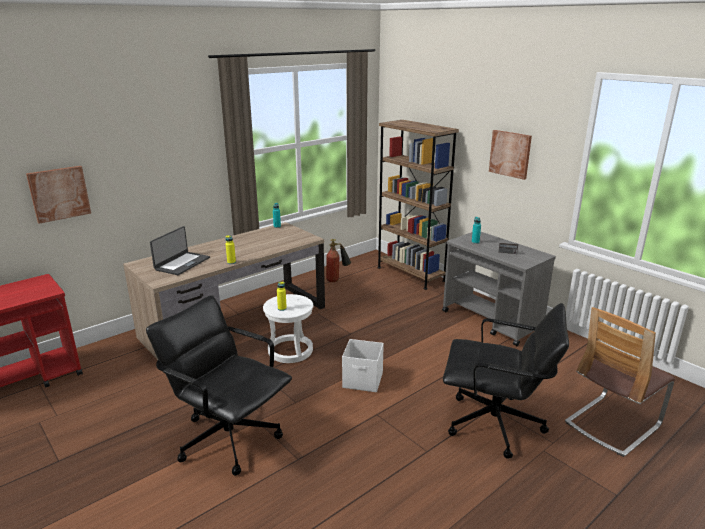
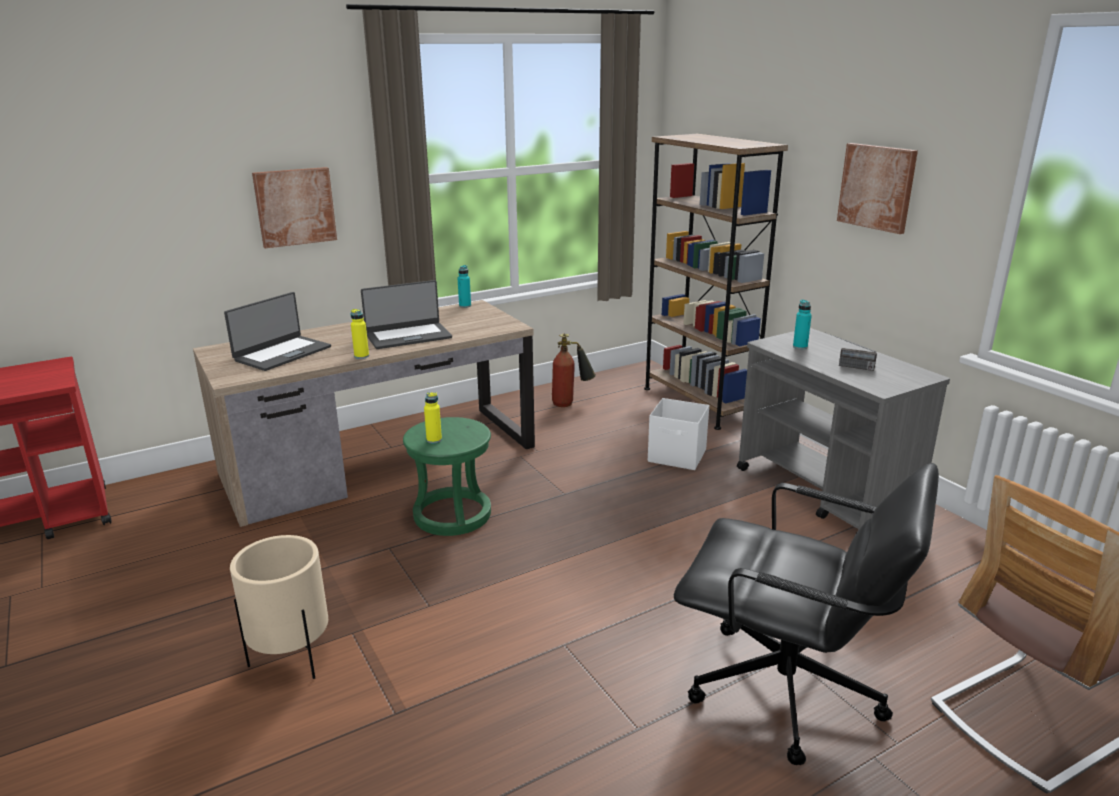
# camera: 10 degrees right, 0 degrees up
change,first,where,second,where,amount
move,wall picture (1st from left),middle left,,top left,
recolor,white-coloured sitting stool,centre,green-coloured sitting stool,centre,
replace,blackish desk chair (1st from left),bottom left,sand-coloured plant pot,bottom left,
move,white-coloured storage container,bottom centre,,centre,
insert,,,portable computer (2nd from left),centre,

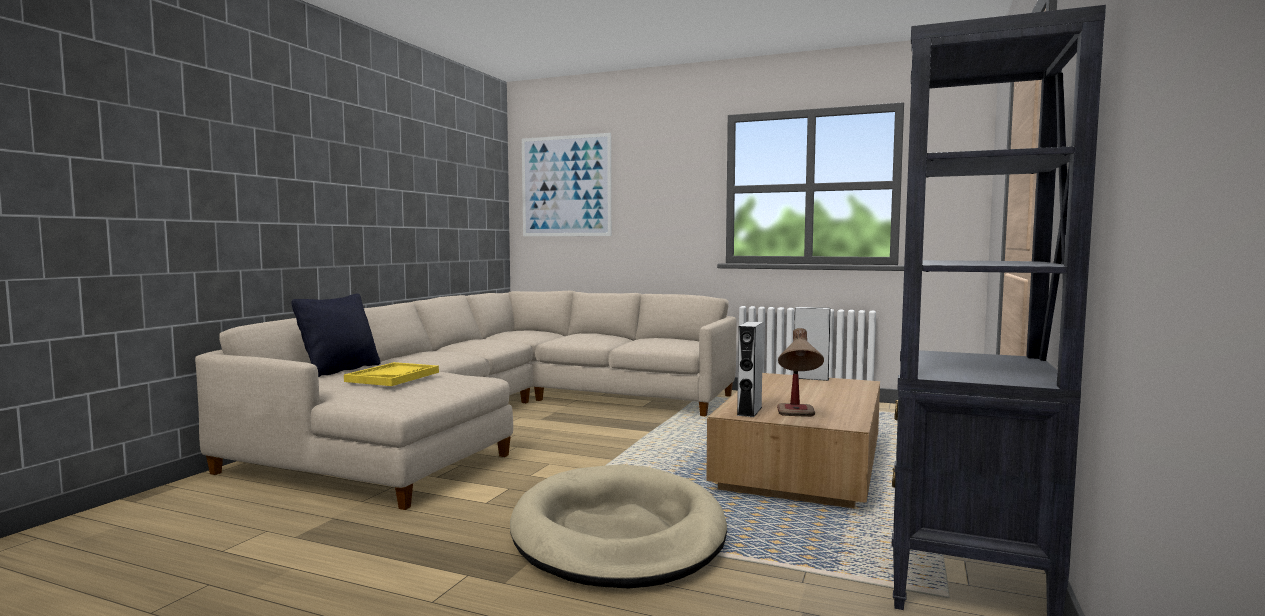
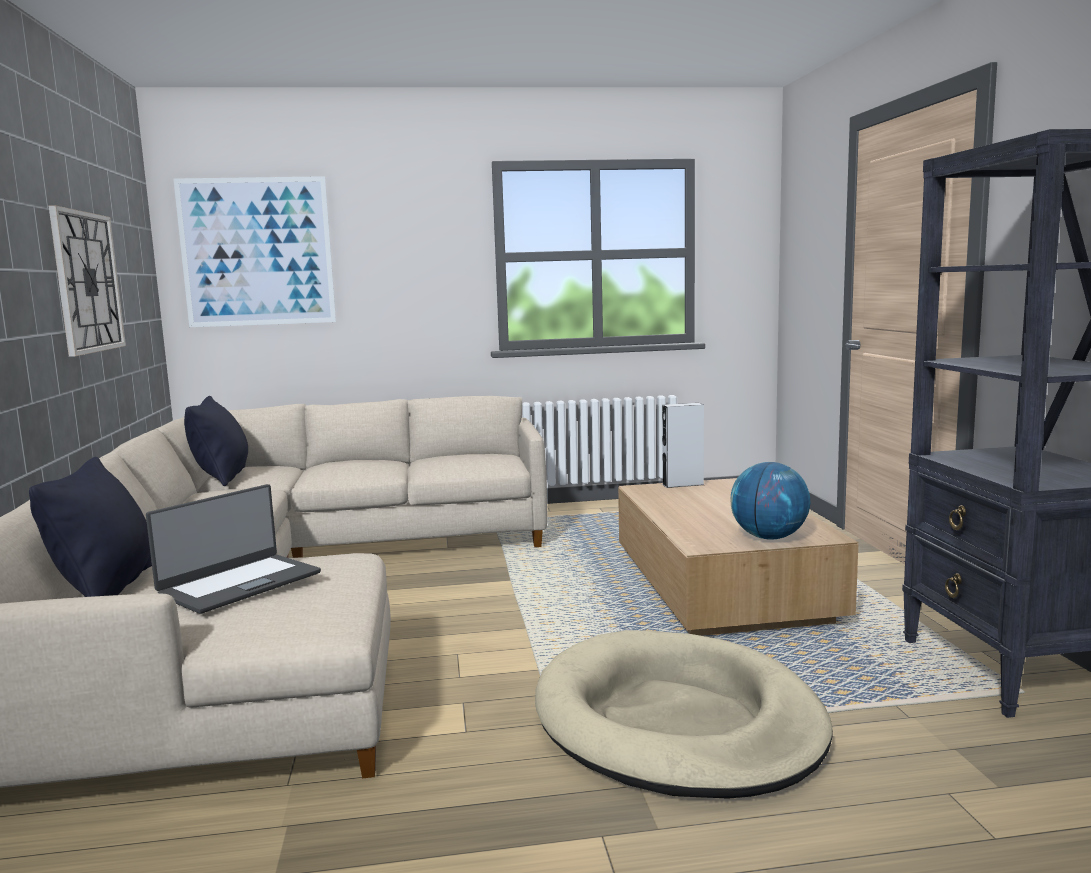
# camera: 30 degrees left, 5 degrees up
change,first,where,second,where,amount
delete,gray audio speaker (1st from left),centre,,,
replace,tabletop lamp,centre,desk globe,middle right,
replace,yellow carrying tray,middle left,portable computer,middle left,
insert,,,wall clock,top left,
insert,,,blackish pillow (2nd from left),middle left,

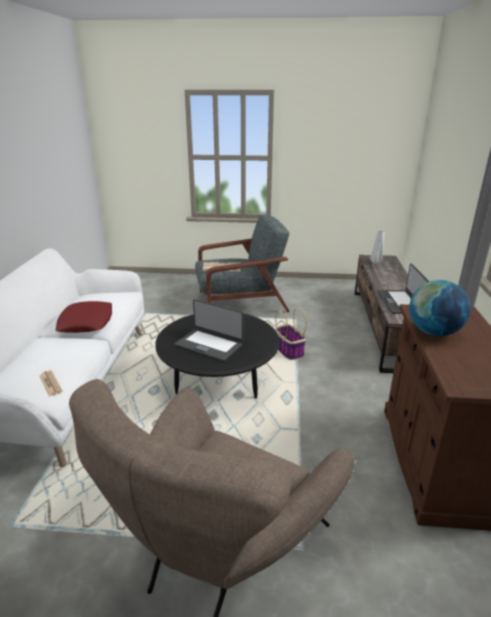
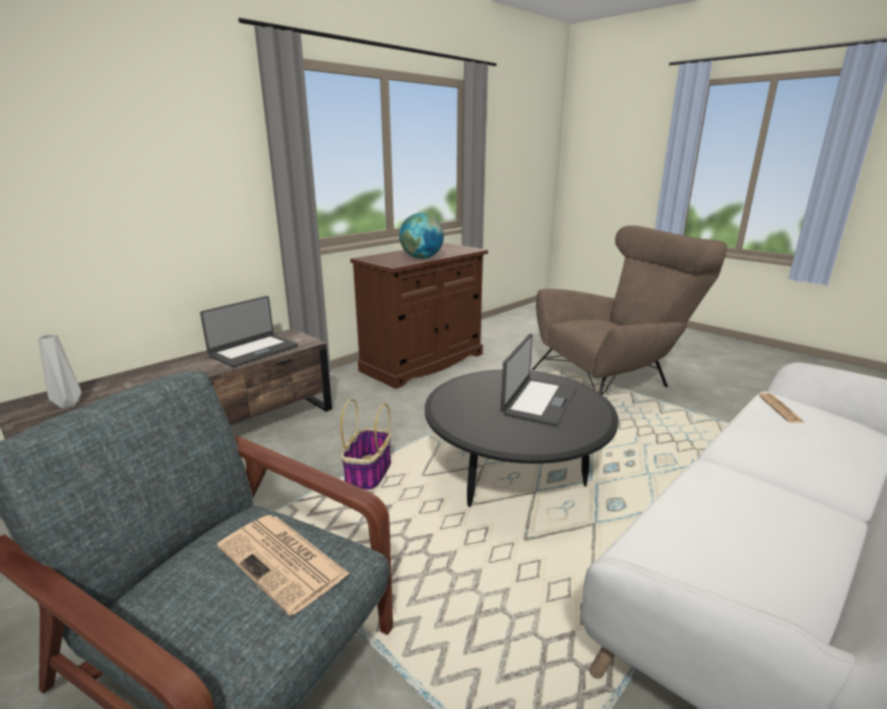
# camera: 140 degrees left, 5 degrees down
change,first,where,second,where,amount
rotate,portable computer (1st from left in the first image),centre,portable computer (2nd from left),centre,45 degrees clockwise
delete,red pillow,middle left,,,

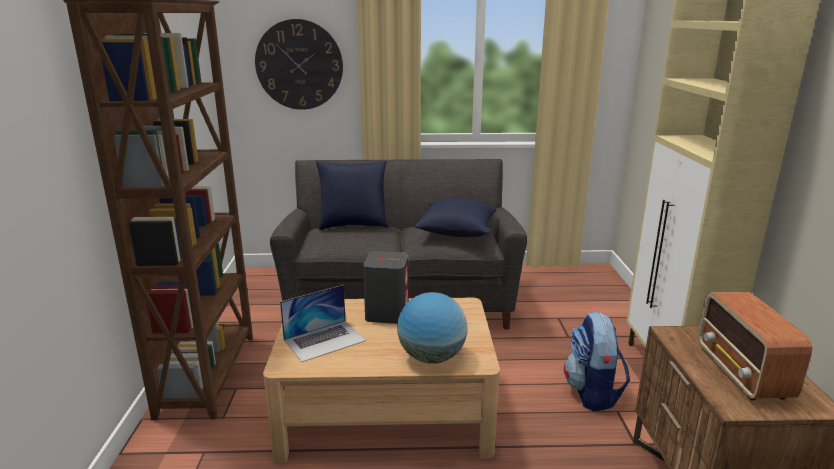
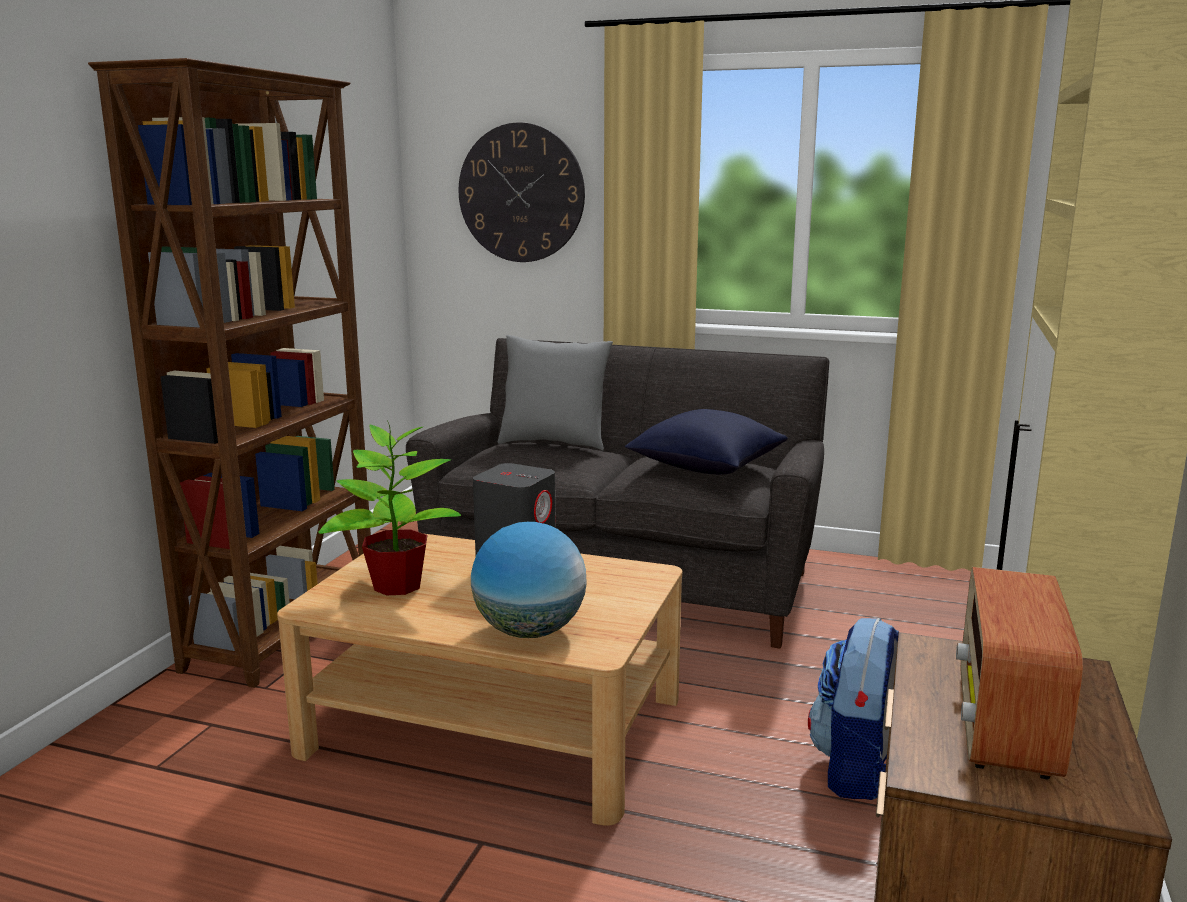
# camera: 20 degrees right, 5 degrees down
change,first,where,second,where,amount
recolor,blue-coloured pillow (1st from left),centre,gray pillow,centre,
replace,portable computer,bottom centre,plant in a pot,middle left,

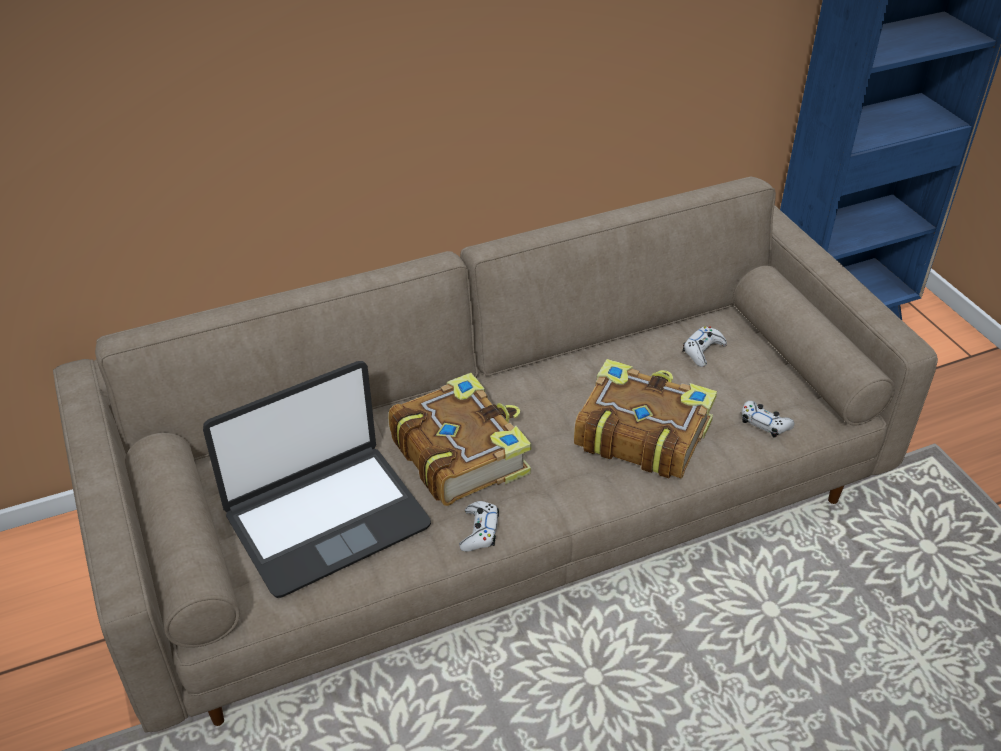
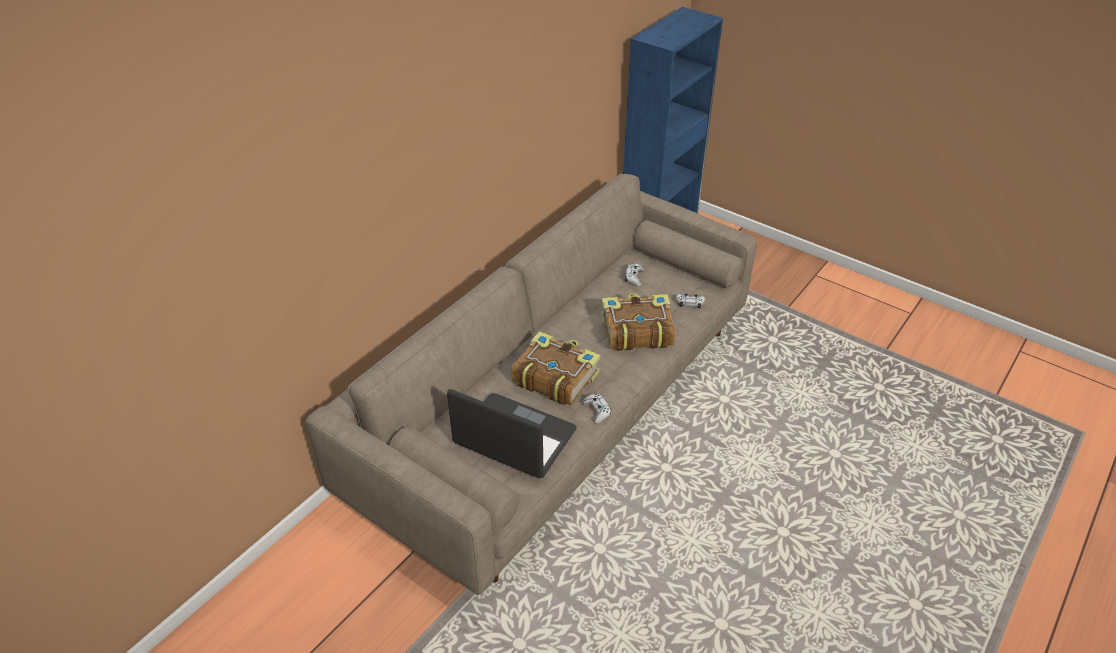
# camera: 30 degrees left, 0 degrees up
change,first,where,second,where,amount
rotate,portable computer,middle left,,centre,90 degrees counterclockwise

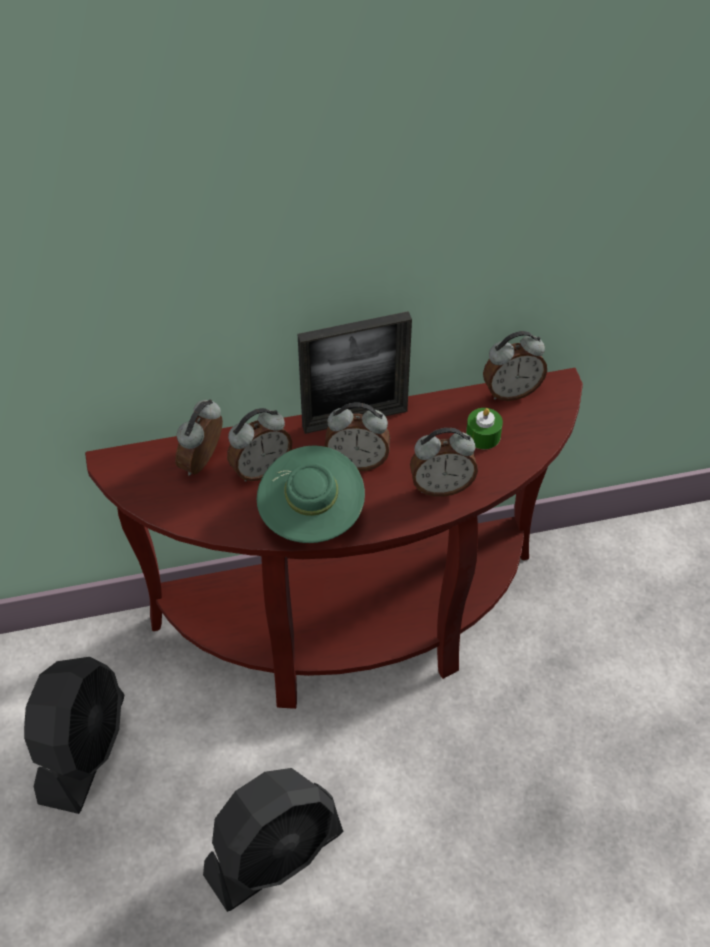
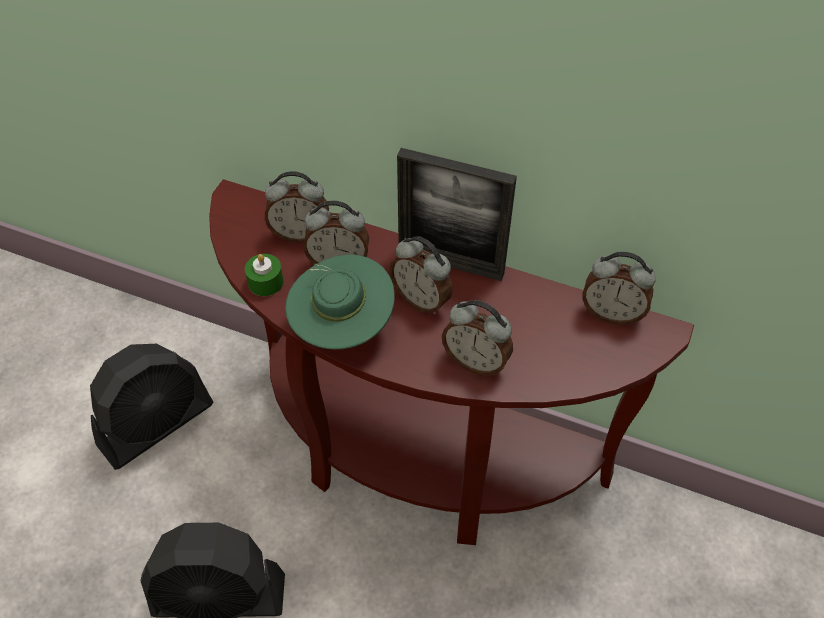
# camera: 35 degrees right, 0 degrees up
change,first,where,second,where,amount
rotate,table clock (1st from left),middle left,,centre,150 degrees counterclockwise
move,green-coloured wax light,middle right,,middle left,

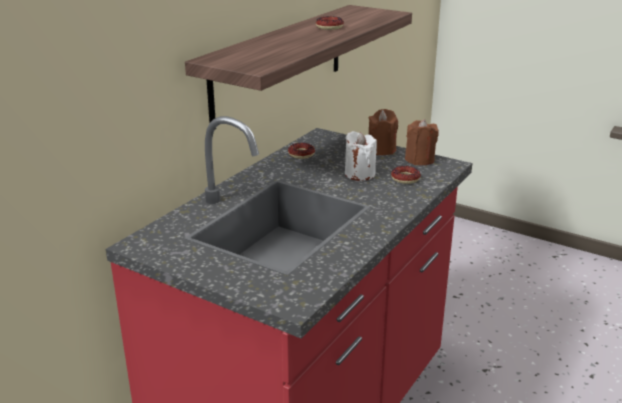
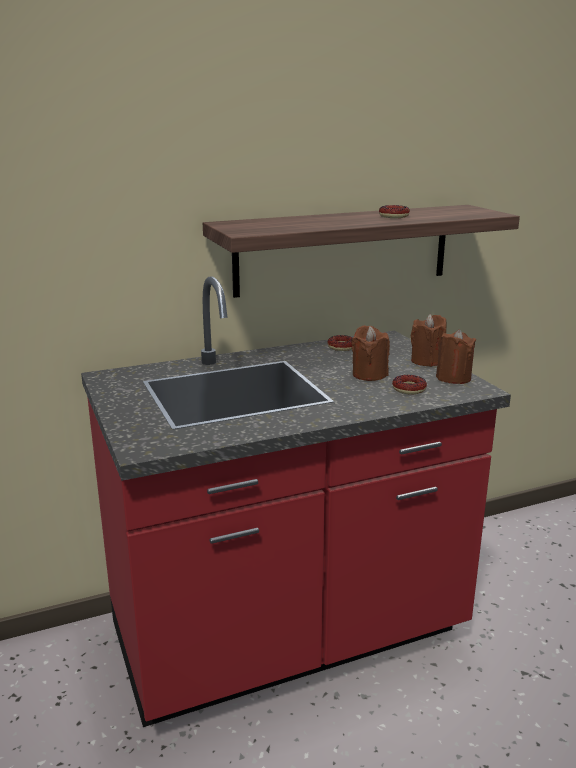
# camera: 35 degrees right, 5 degrees down
change,first,where,second,where,amount
recolor,white-coloured wax light,centre,brown-coloured wax light (1st from left),centre,

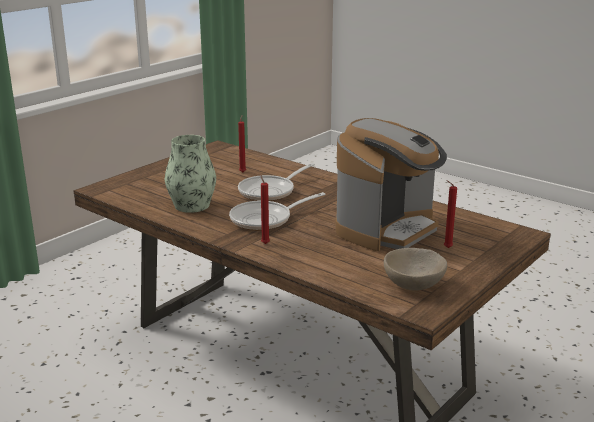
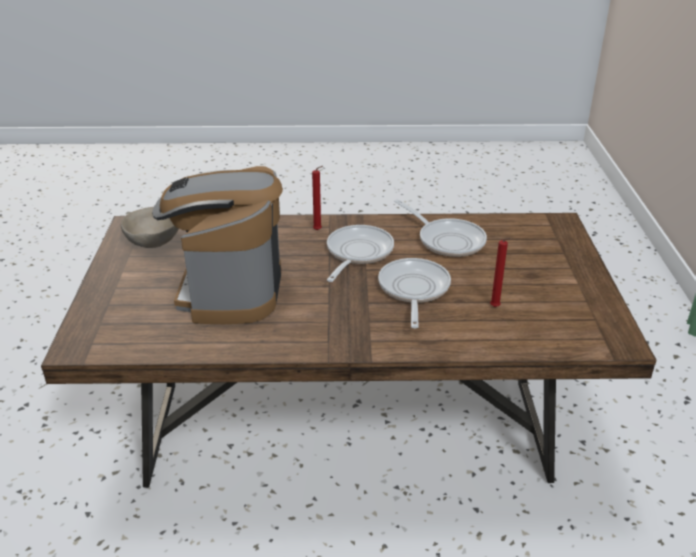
# camera: 140 degrees right, 10 degrees up
change,first,where,second,where,amount
replace,decorative vase,middle left,skillet (3rd from left),centre,
delete,red wax light (3rd from left),middle right,,,

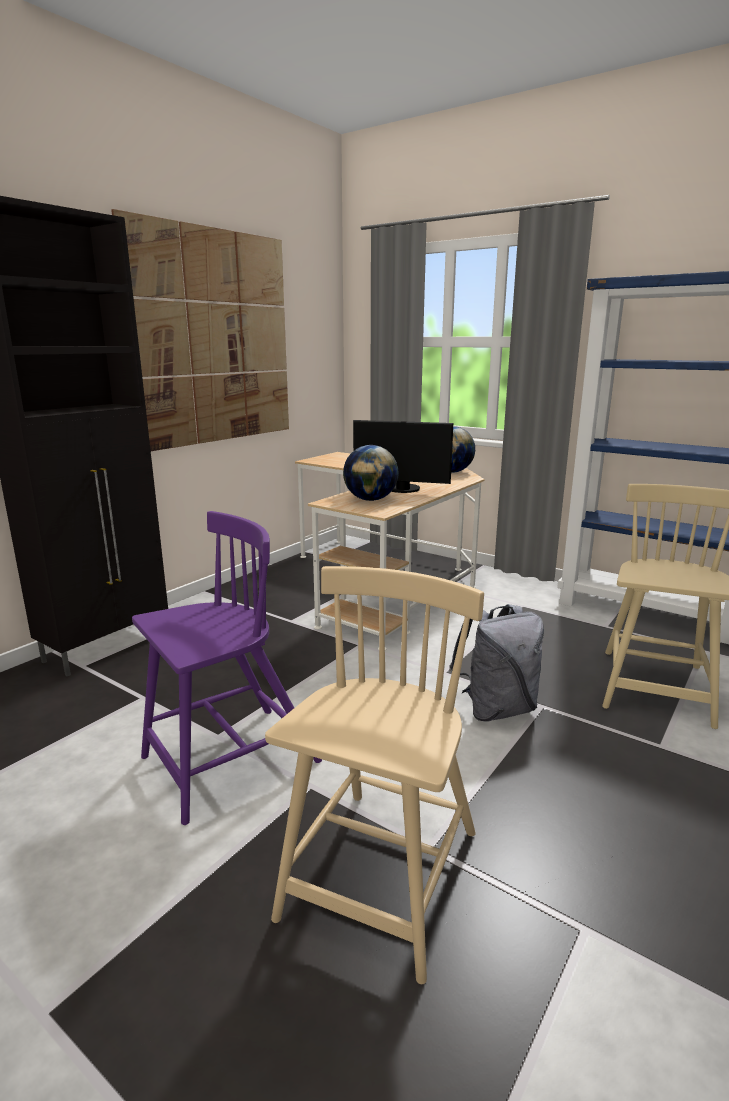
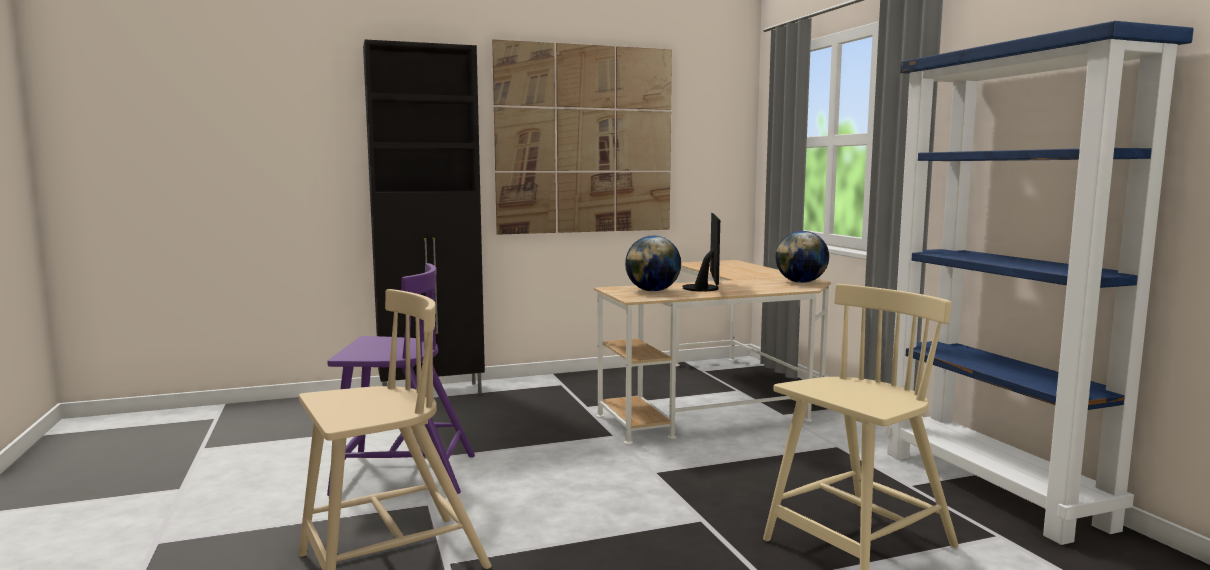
# camera: 35 degrees right, 10 degrees down
change,first,where,second,where,amount
rotate,monitor,centre,,centre,135 degrees counterclockwise
delete,gray knapsack,middle right,,,

